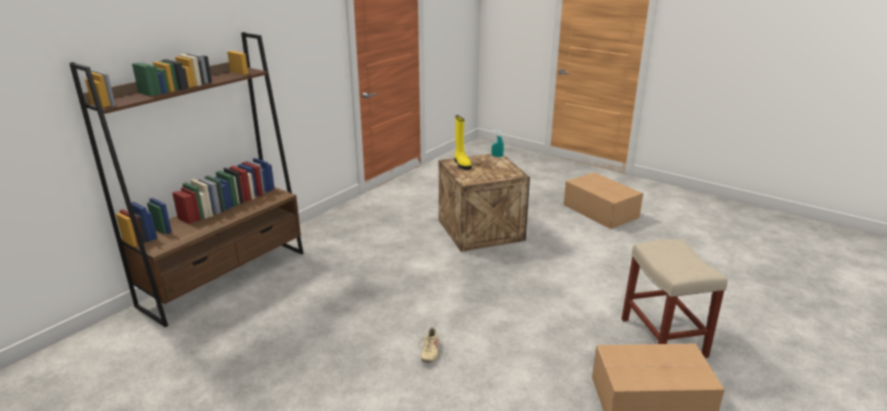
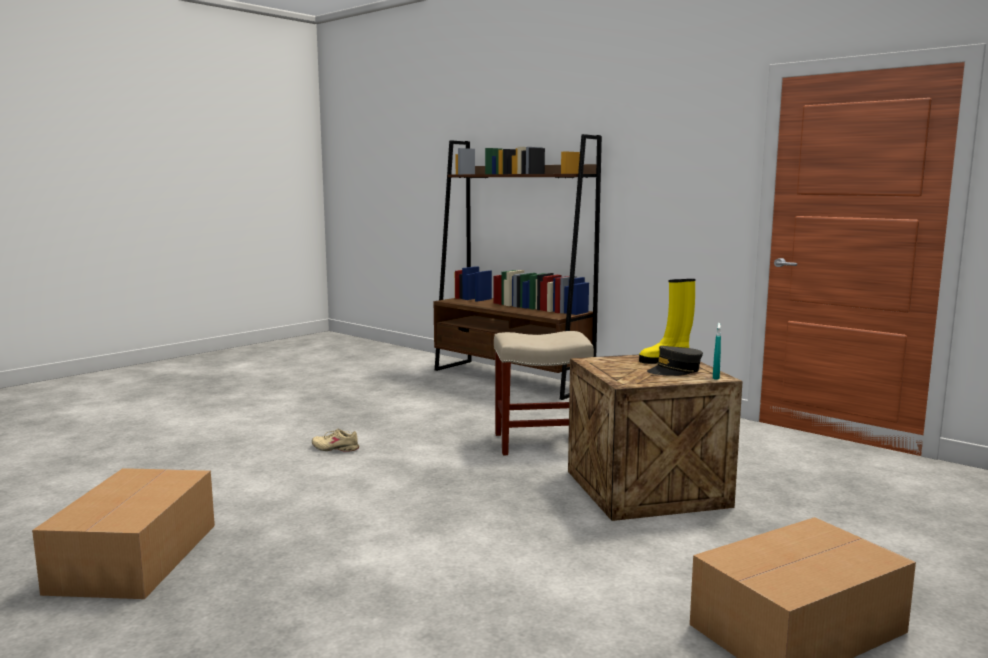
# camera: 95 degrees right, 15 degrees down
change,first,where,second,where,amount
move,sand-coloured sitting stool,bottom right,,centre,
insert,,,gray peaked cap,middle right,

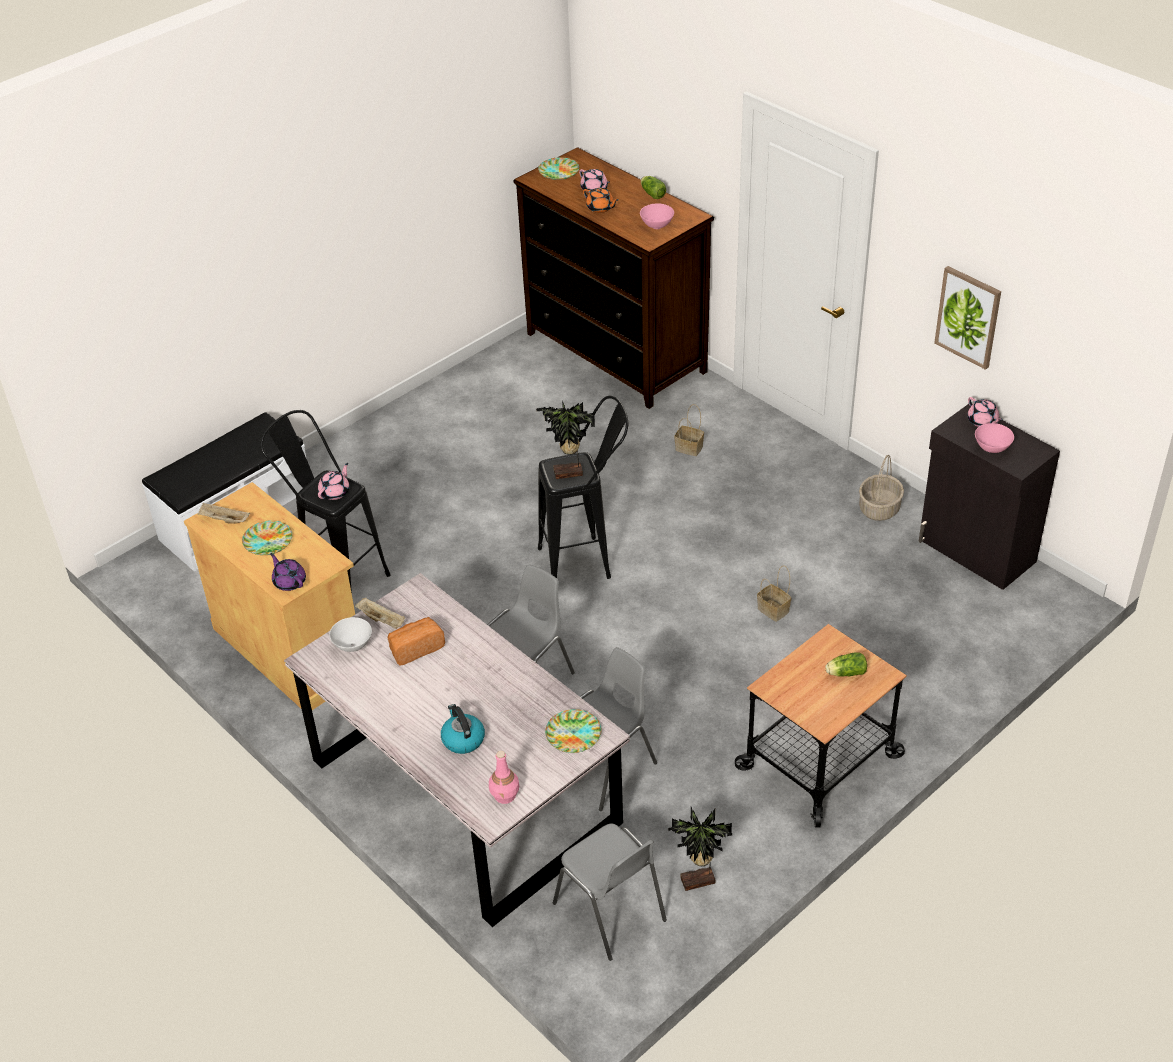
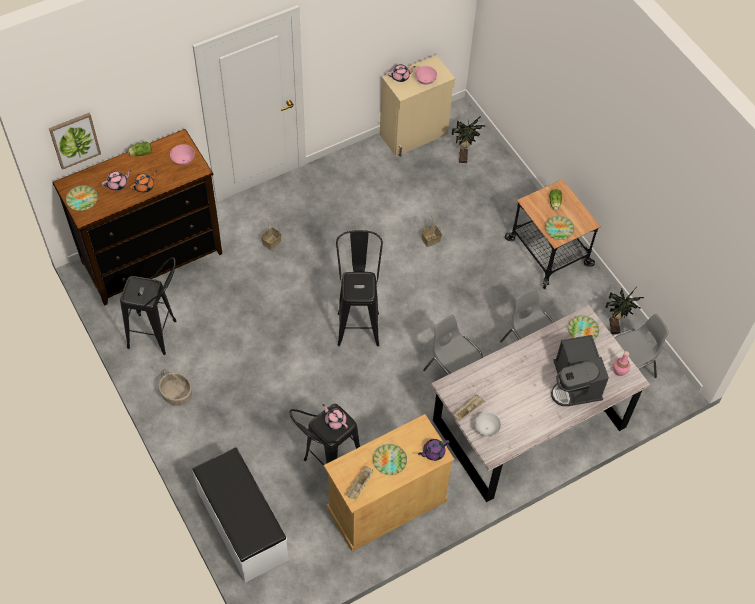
# camera: 80 degrees left, 15 degrees up
change,first,where,second,where,amount
move,wall picture,top right,,top left,
move,plant in a pot (1st from left),centre,,top centre,
recolor,blackish cupboard,middle right,sand-coloured cupboard (2nd from left),top centre,
move,basket (3rd from left in the first image),middle right,basket (1st from left),middle left,
delete,baked bread,centre,,,
replace,kettle,bottom centre,coffee maker,middle right,
insert,,,plate (3rd from left),middle right,
insert,,,blackish sitting stool (1st from left),middle left,

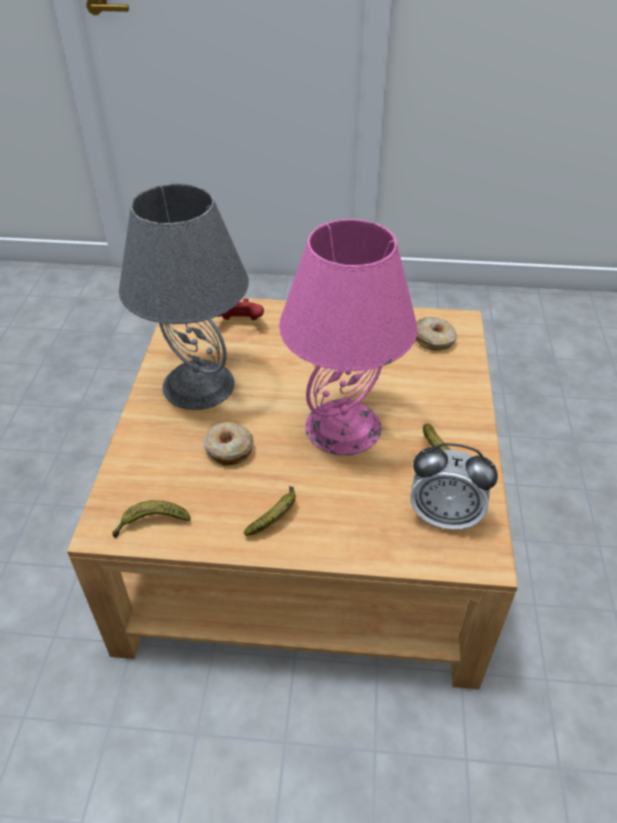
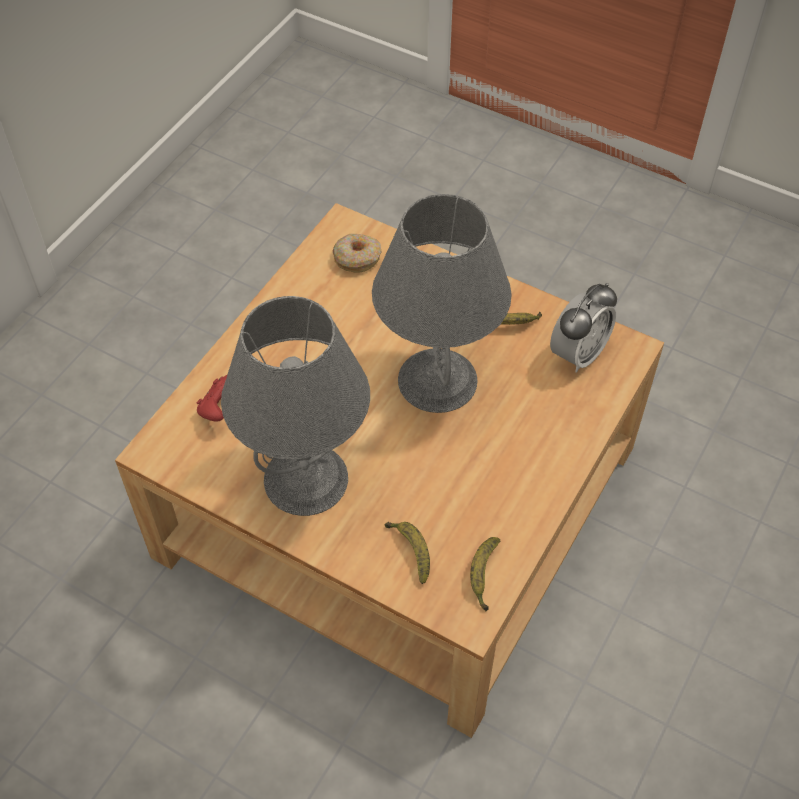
# camera: 65 degrees left, 10 degrees up
change,first,where,second,where,amount
recolor,pink-coloured tabletop lamp,centre,gray tabletop lamp (2nd from left),centre,
delete,doughnut (1st from left),centre,,,
move,whole banana (2nd from left in the first image),centre,whole banana (1st from left),bottom centre,

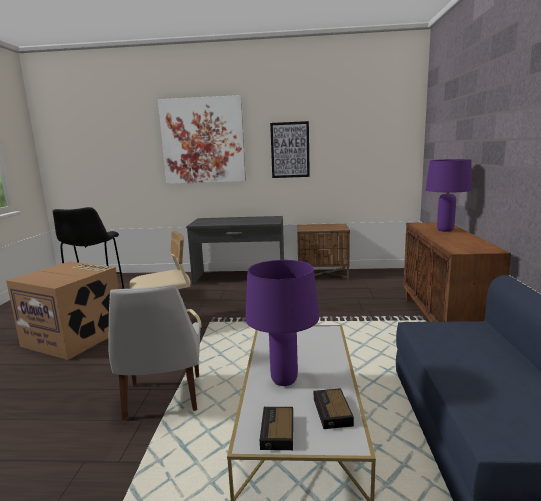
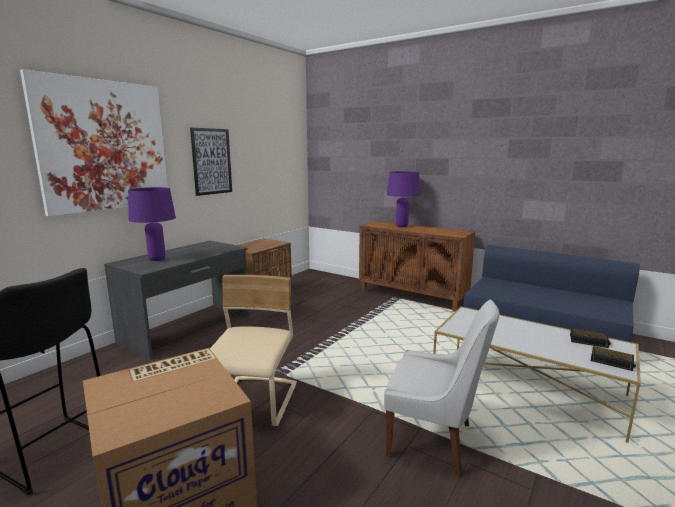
# camera: 60 degrees left, 0 degrees up
change,first,where,second,where,amount
move,purplish tabletop lamp (1st from left),centre,,middle left,

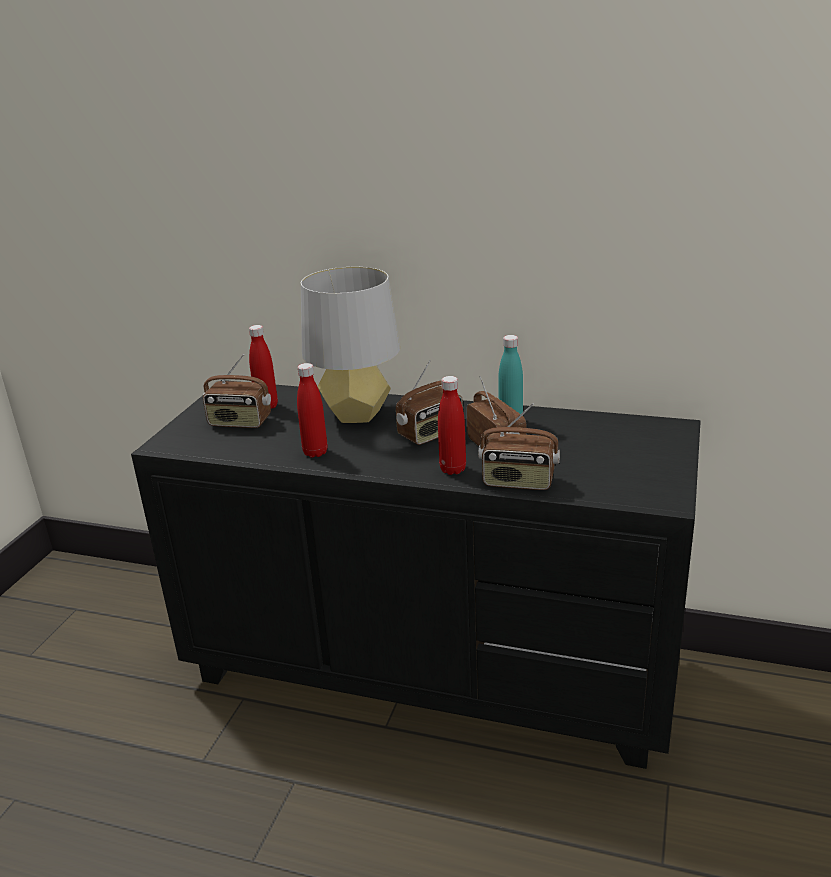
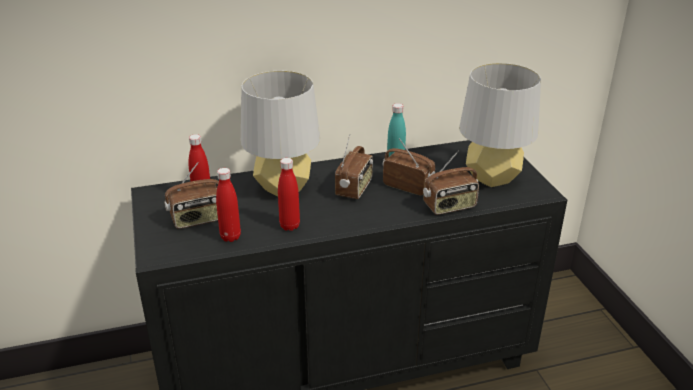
# camera: 35 degrees left, 5 degrees up
change,first,where,second,where,amount
move,red bottle (3rd from left in the first image),centre,red bottle (2nd from left),middle left,
insert,,,gray tabletop lamp (2nd from left),top right,

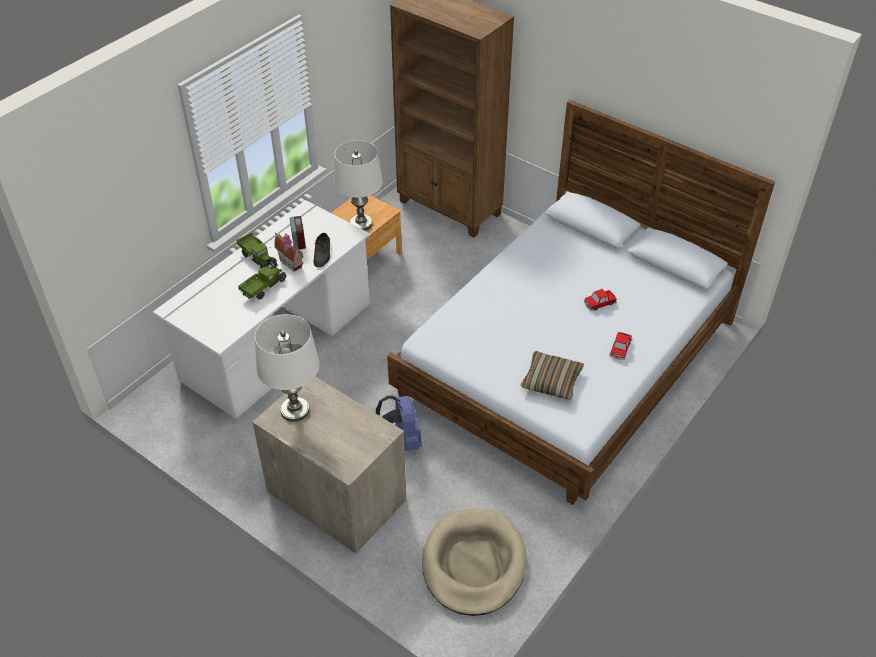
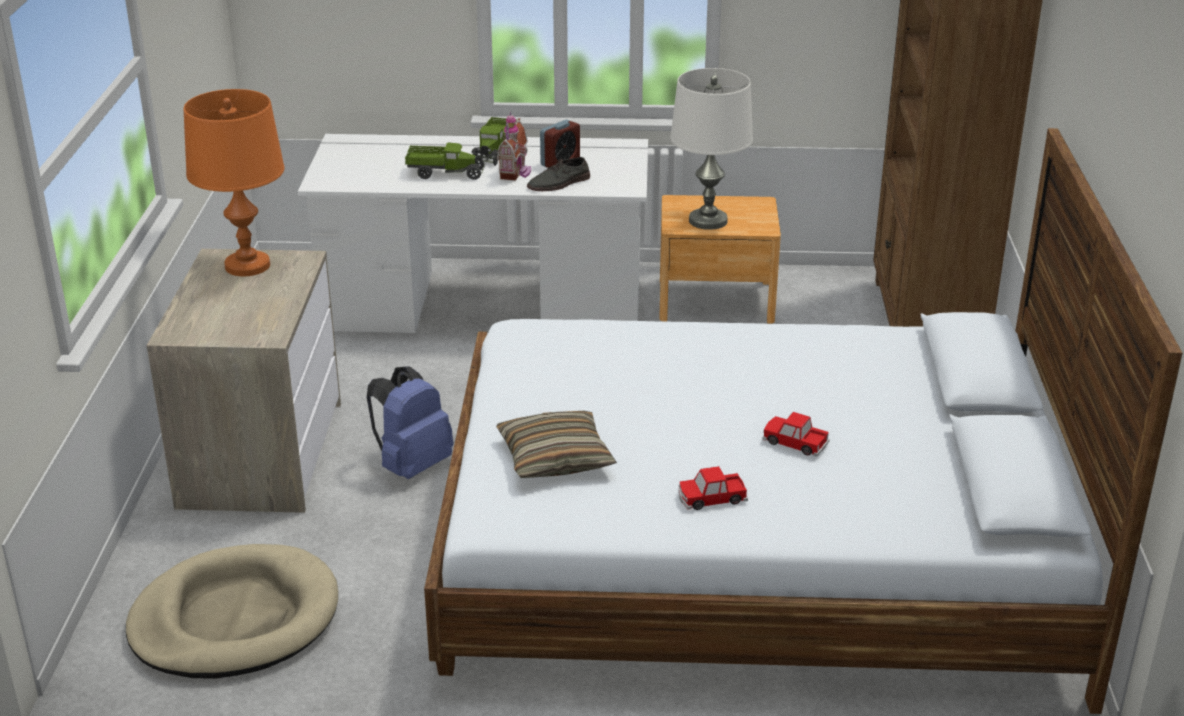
# camera: 55 degrees right, 15 degrees down
change,first,where,second,where,amount
recolor,white-coloured tabletop lamp (1st from left),middle left,orangey tabletop lamp,top left,

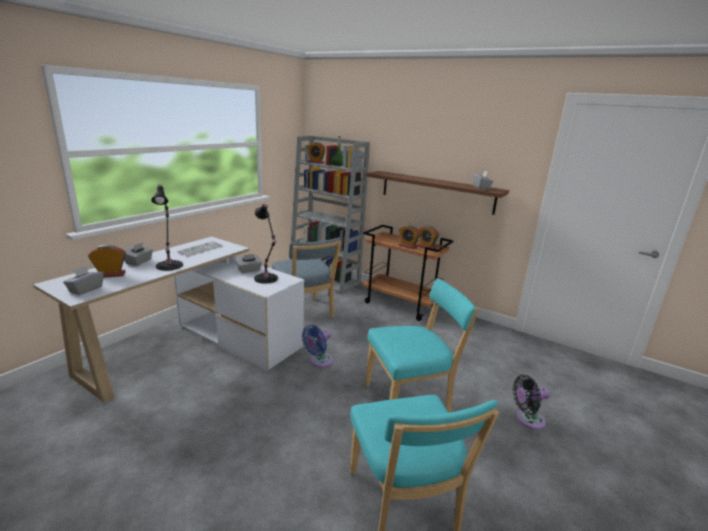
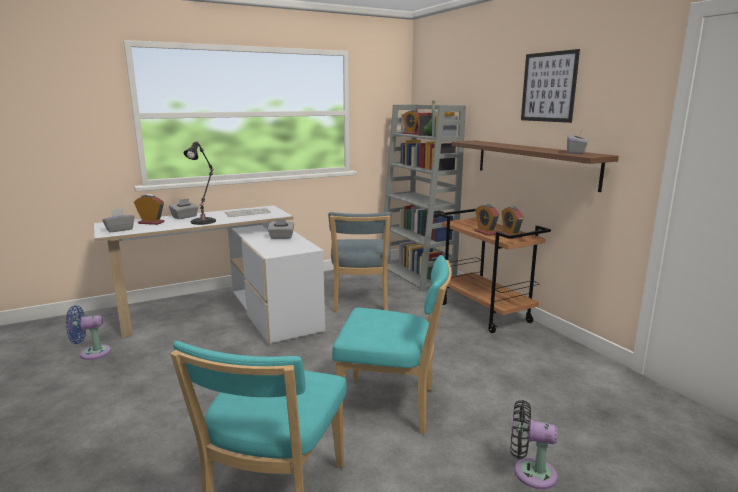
# camera: 30 degrees right, 5 degrees down
change,first,where,second,where,amount
delete,blackish tabletop lamp (2nd from left),centre,,,
move,blue-coloured electric fan,centre,,bottom left,
insert,,,wall picture,top right,

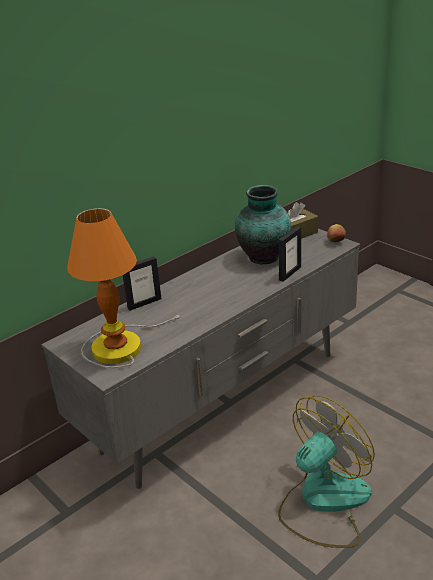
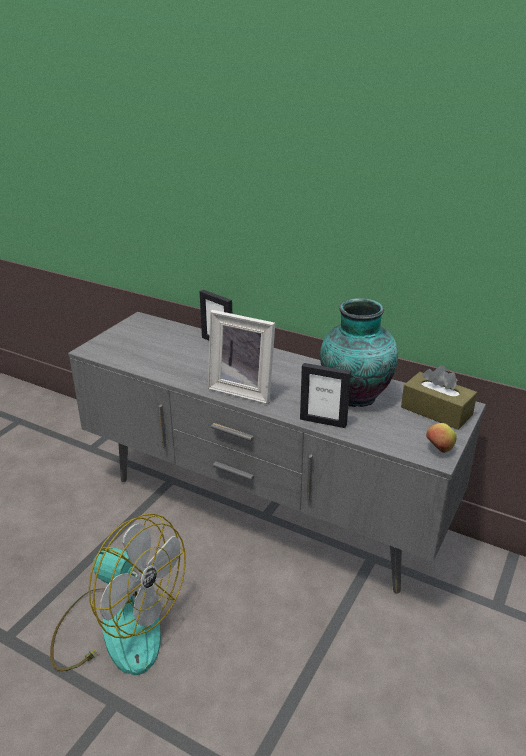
# camera: 70 degrees right, 0 degrees up
change,first,where,second,where,amount
delete,tabletop lamp,middle left,,,
insert,,,standing frame (2nd from left),centre,

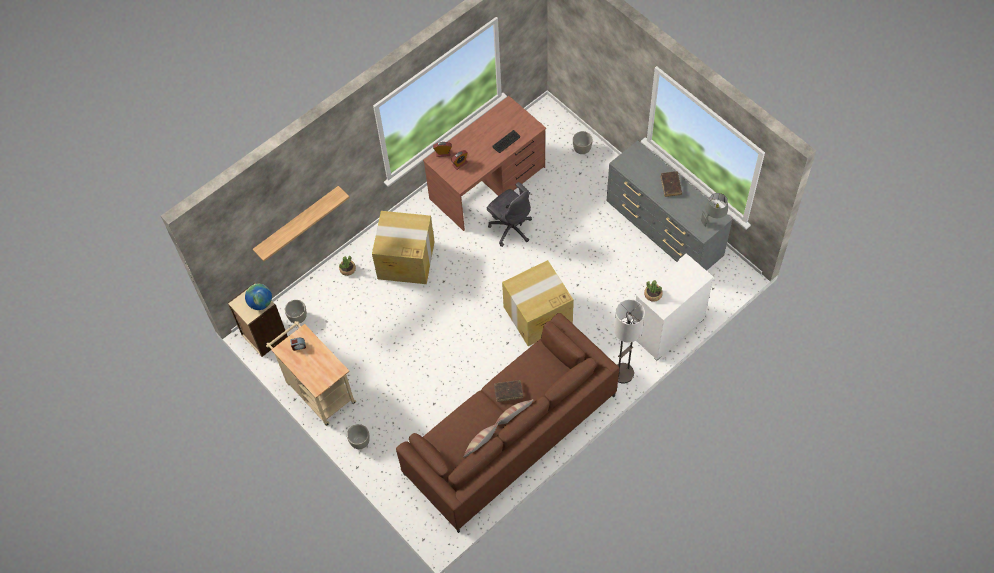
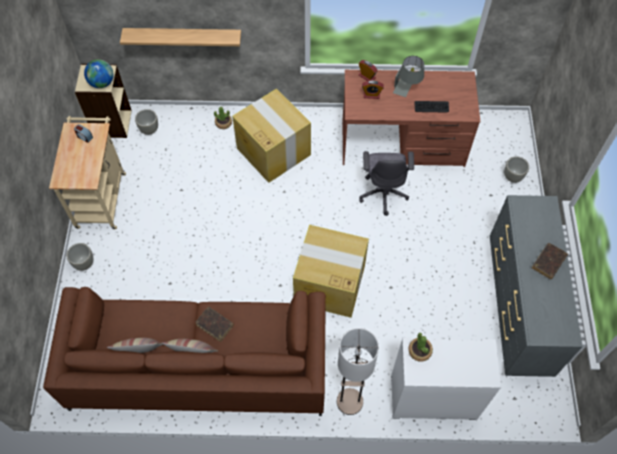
# camera: 40 degrees right, 0 degrees up
change,first,where,second,where,amount
move,gray tabletop lamp,middle right,,top centre,

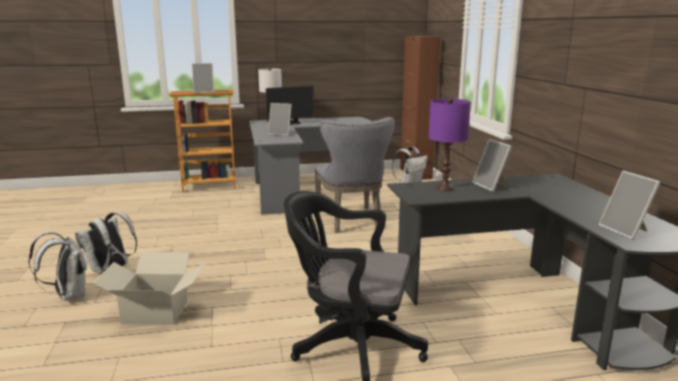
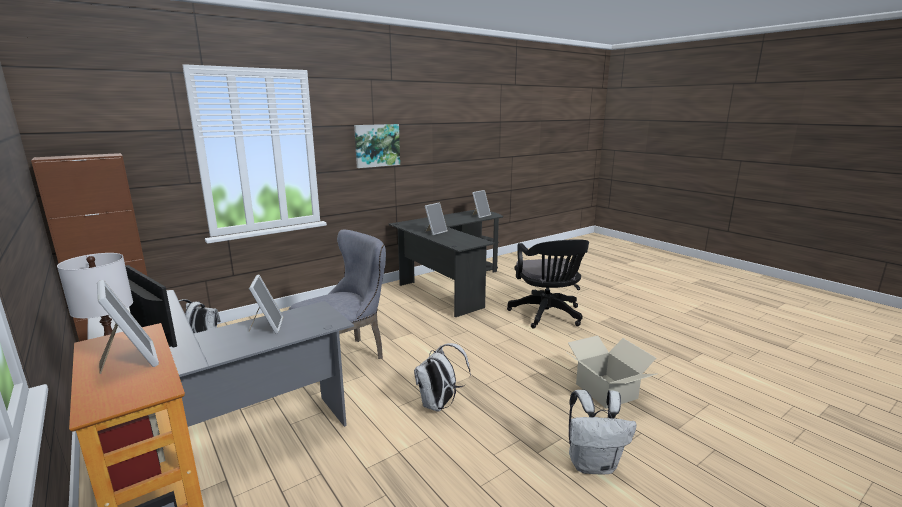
# camera: 115 degrees left, 0 degrees up
change,first,where,second,where,amount
delete,purplish tabletop lamp,centre,,,
move,white-coloured knapsack (1st from left in the first image),bottom left,white-coloured knapsack (2nd from left),bottom centre,
insert,,,wall picture,top centre,

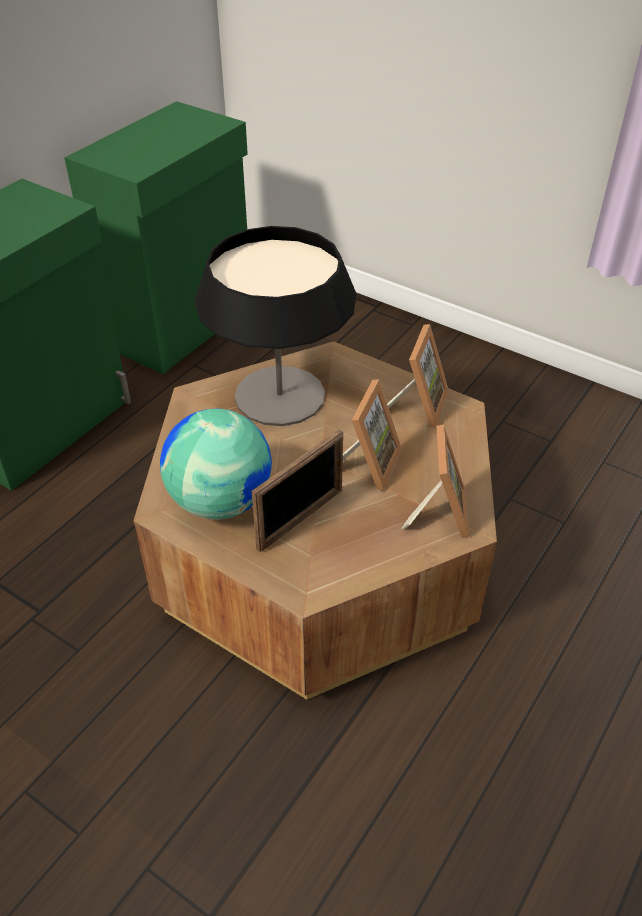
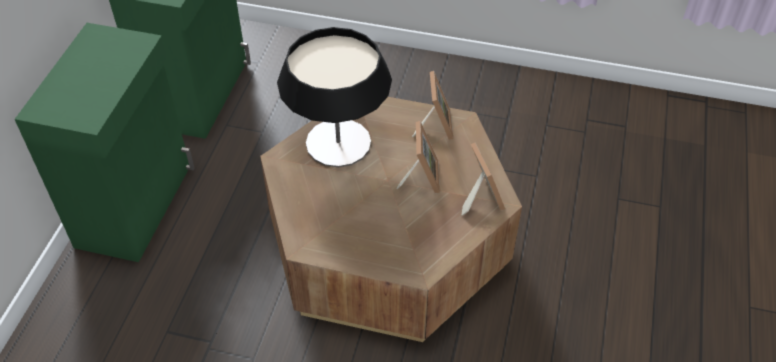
# camera: 20 degrees left, 5 degrees up
change,first,where,second,where,amount
delete,desk globe,centre,,,
delete,standing frame (1st from left),centre,,,

